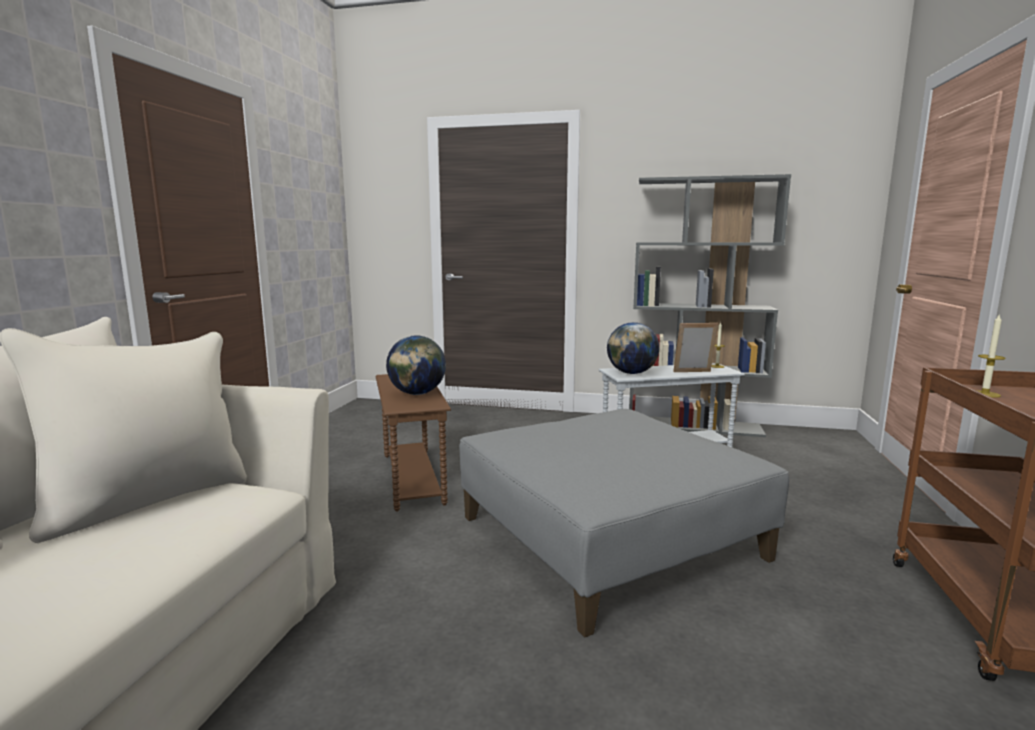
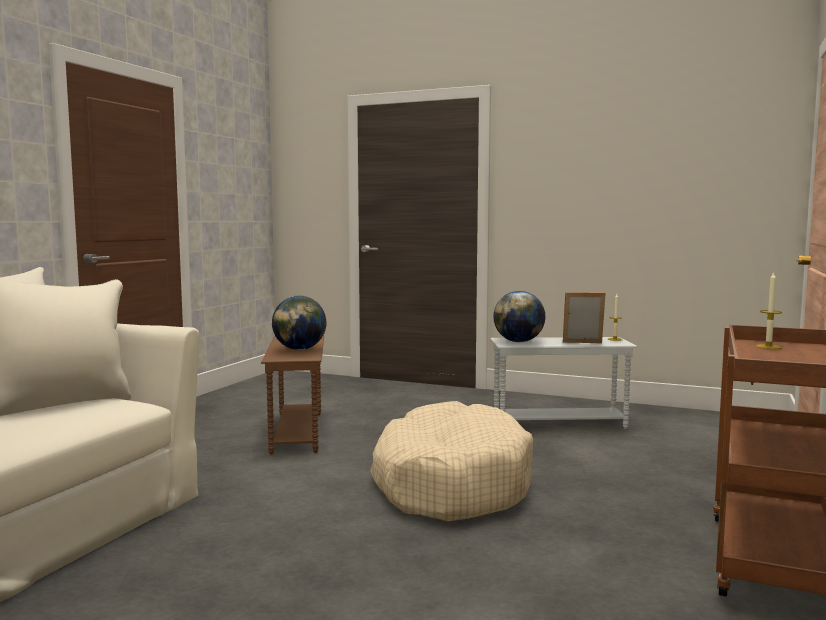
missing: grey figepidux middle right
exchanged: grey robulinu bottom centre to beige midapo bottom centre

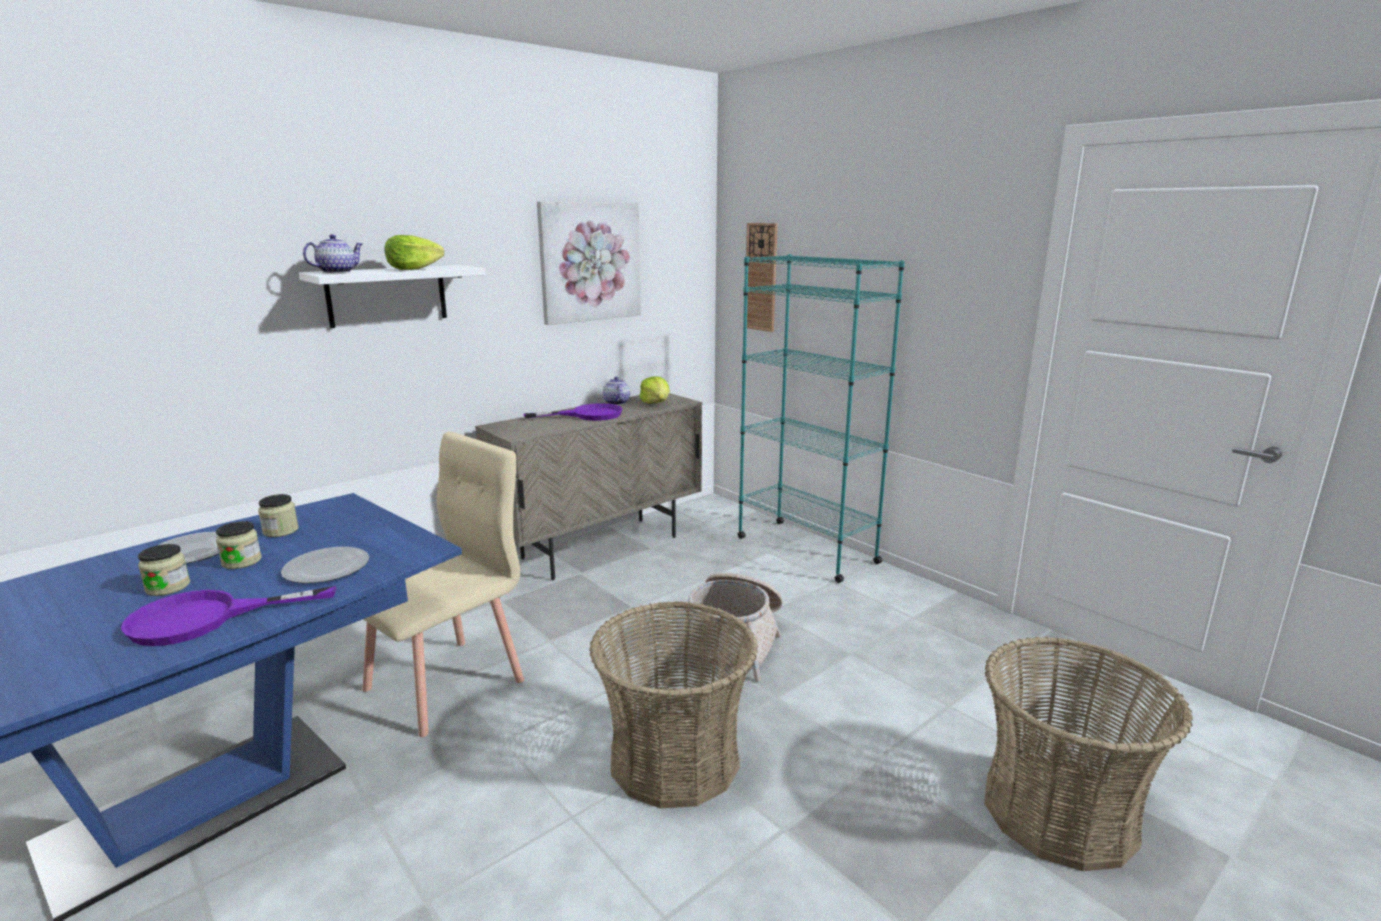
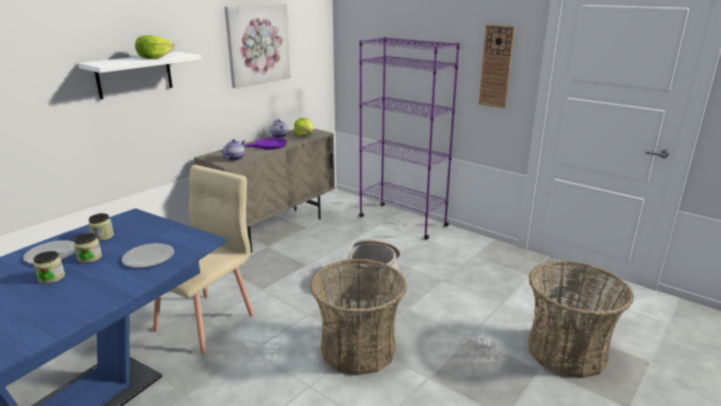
missing: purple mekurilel (no. 1 from left) bottom left
relocated: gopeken (no. 1 from left) top left to middle left; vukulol top centre to top right
colour: turquoise figepidux centre to purple figepidux centre

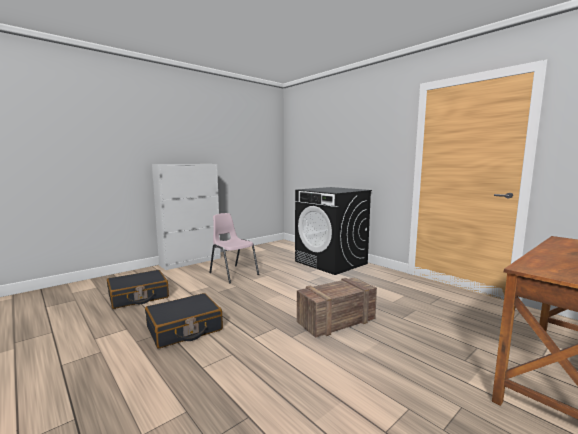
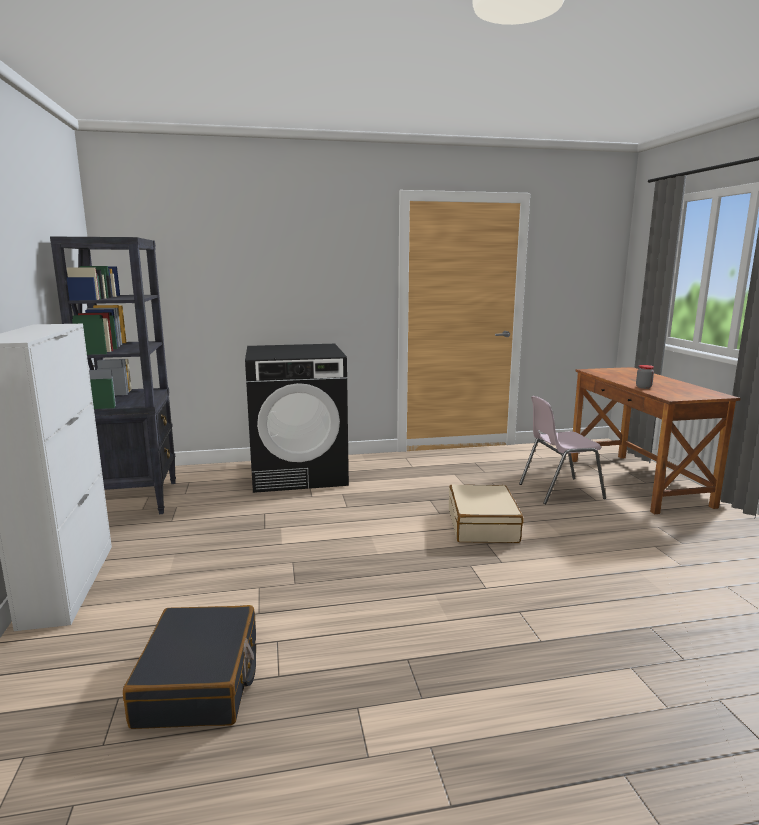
missing: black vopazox (no. 2 from left) bottom left
appeared: black figepidux middle left; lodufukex middle right
relocated: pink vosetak centre to middle right
exchanged: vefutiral bottom centre to beige vopazox centre

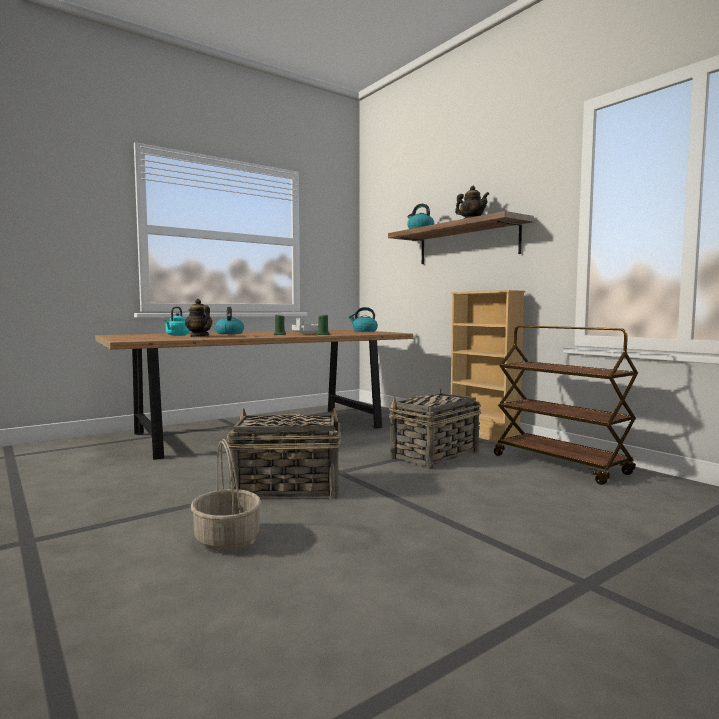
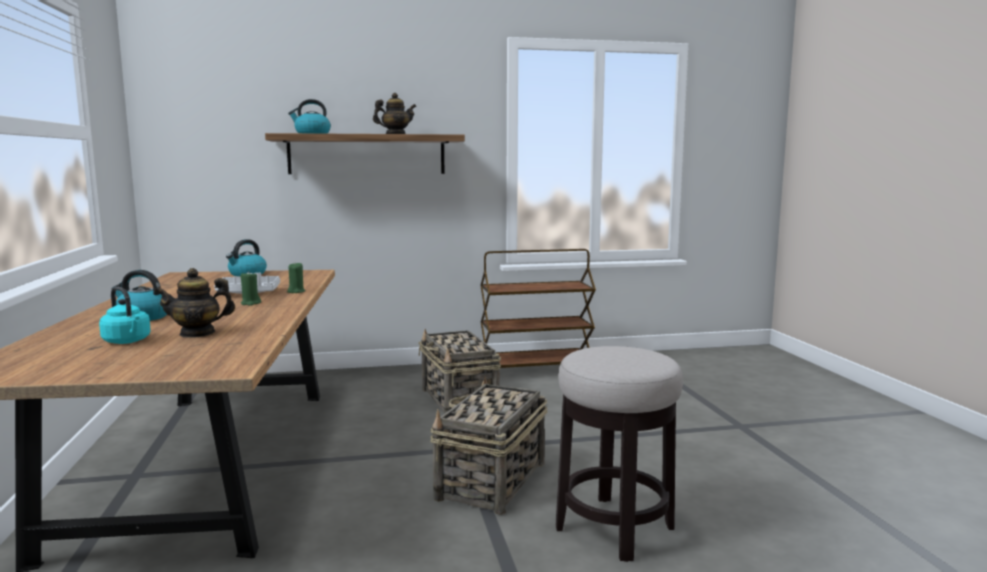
missing: beige figepidux middle right
exchanged: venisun (no. 1 from left) bottom left to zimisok bottom centre

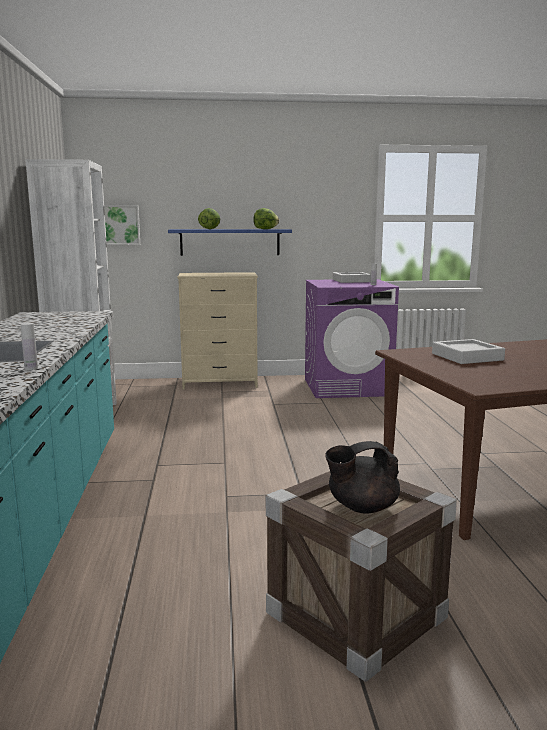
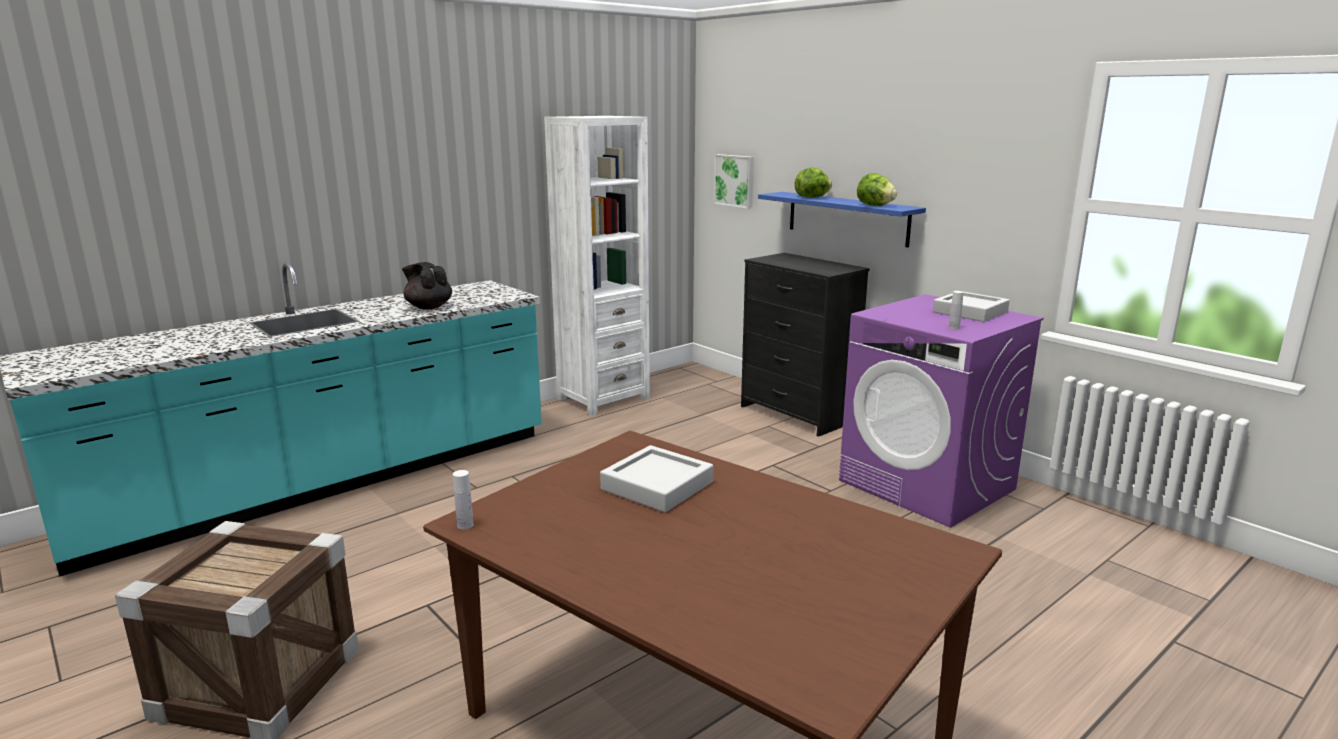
relocated: black gopeken centre to middle left; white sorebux (no. 1 from left) middle left to bottom centre
colour: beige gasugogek centre to black gasugogek centre

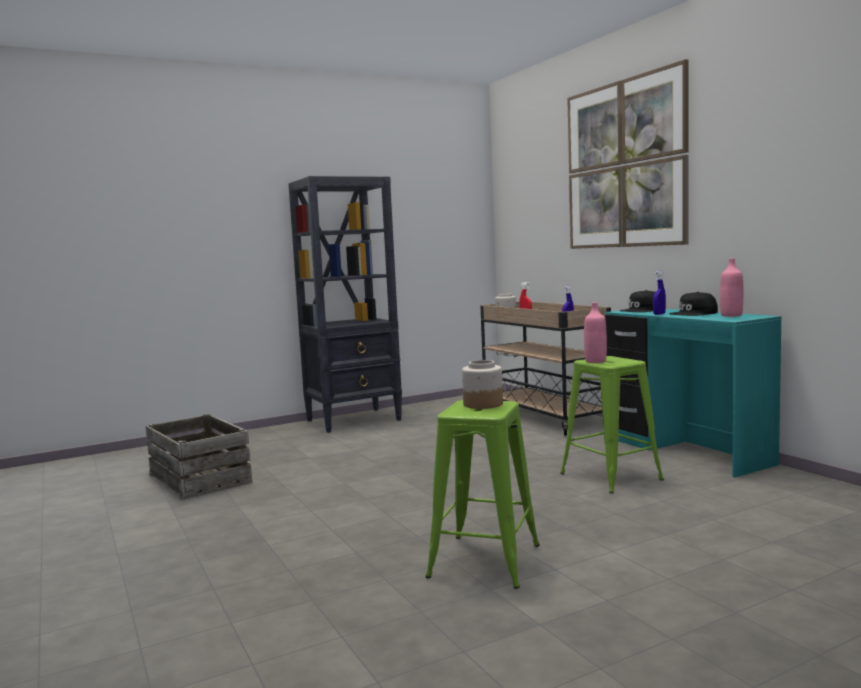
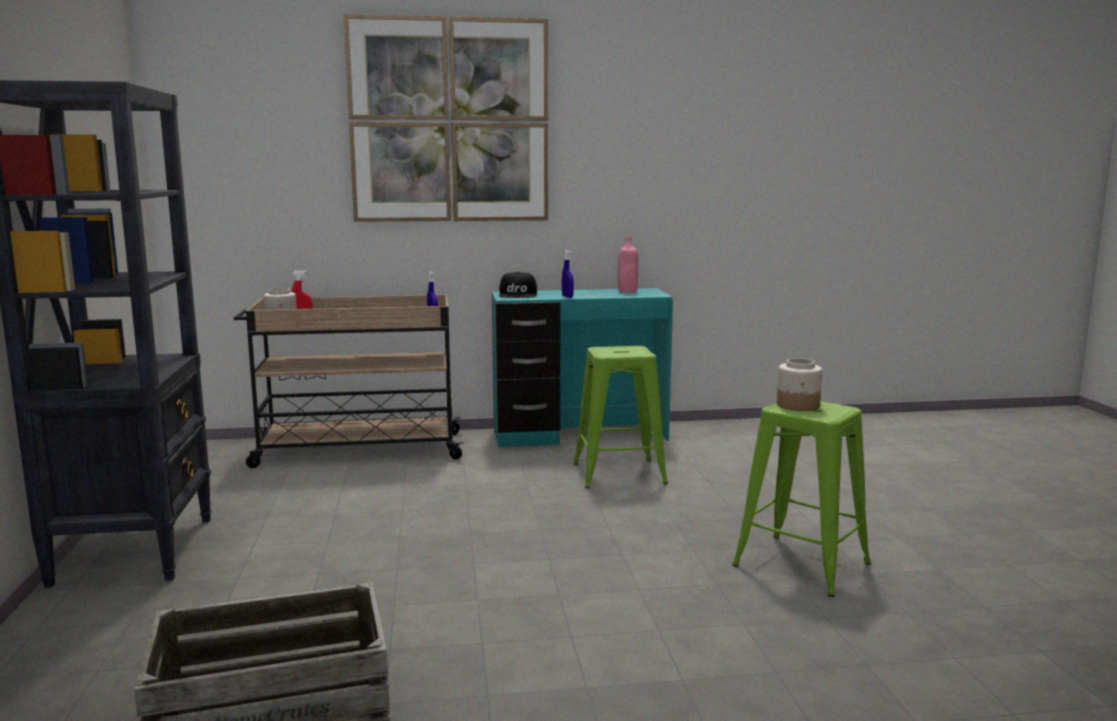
missing: pink sorebux (no. 1 from left) middle right; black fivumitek (no. 2 from left) middle right

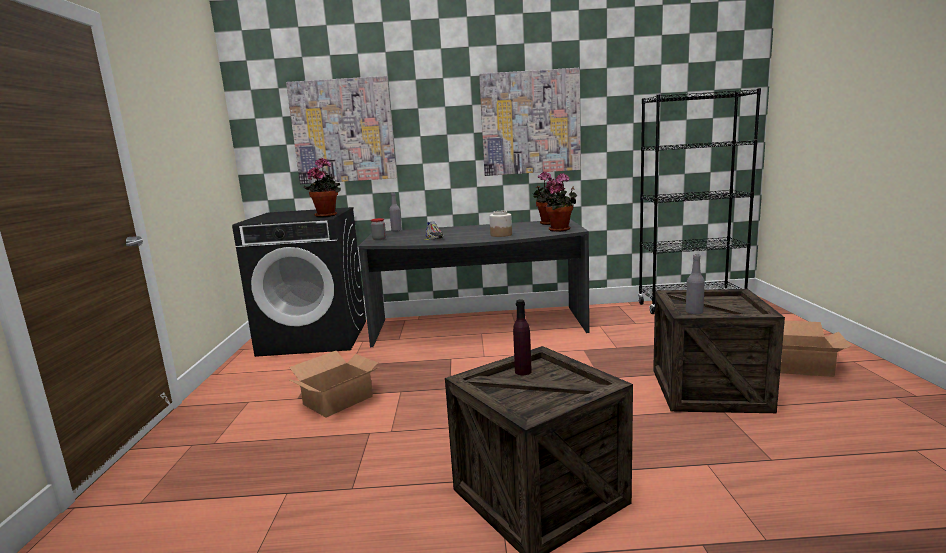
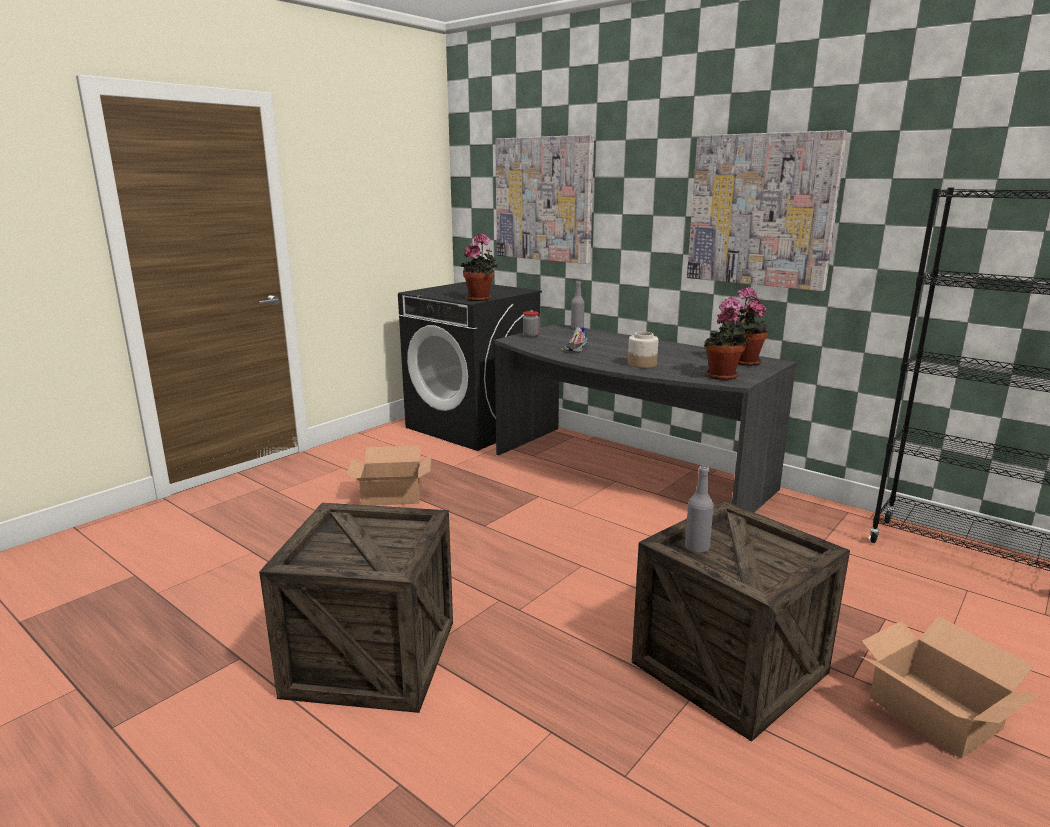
missing: purple sorebux centre

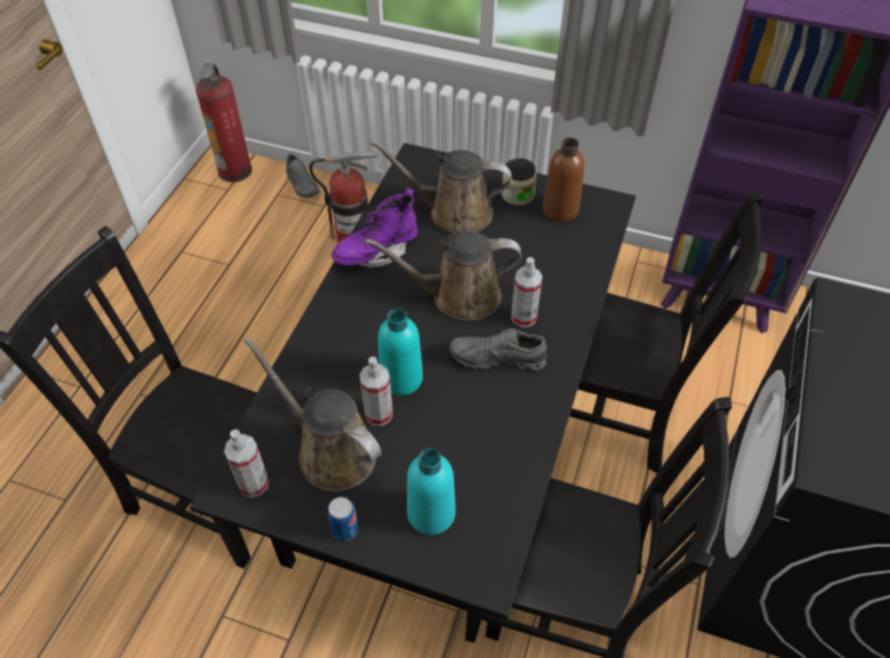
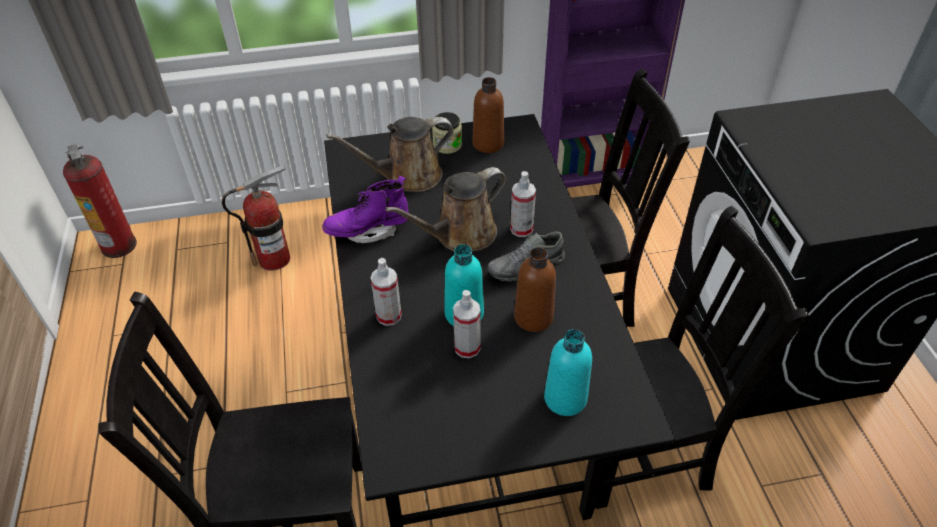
missing: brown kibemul (no. 1 from left) centre; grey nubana (no. 1 from left) top centre; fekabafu bottom centre
appeared: brown sorebux (no. 2 from left) centre
relocated: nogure (no. 1 from left) bottom left to centre
spun: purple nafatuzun centre = centre 45 degrees clockwise

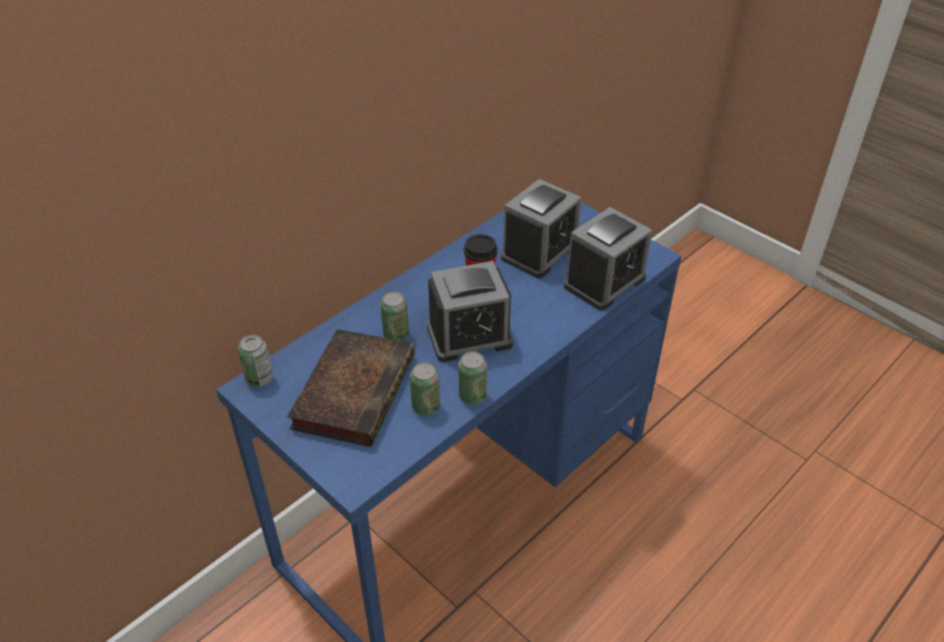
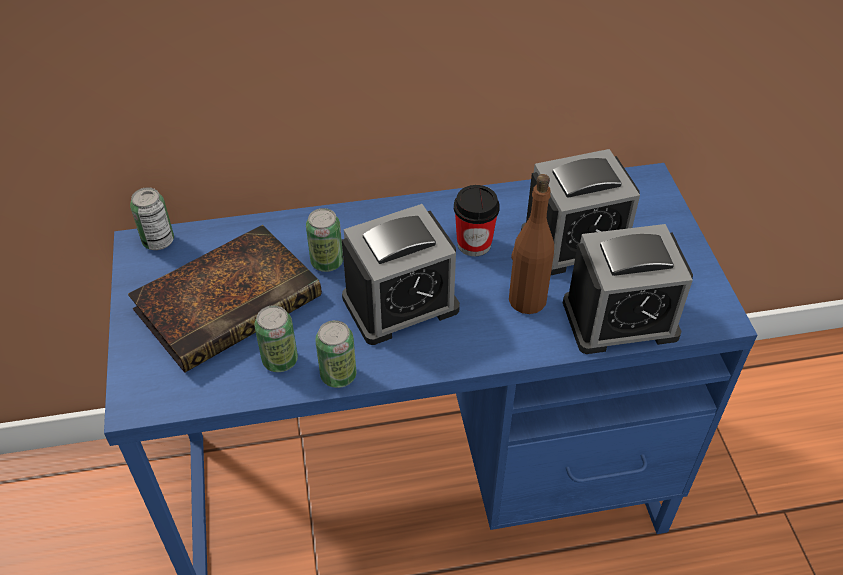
appeared: brown sorebux centre
spun: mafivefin (no. 1 from left) centre = centre 45 degrees counterclockwise

